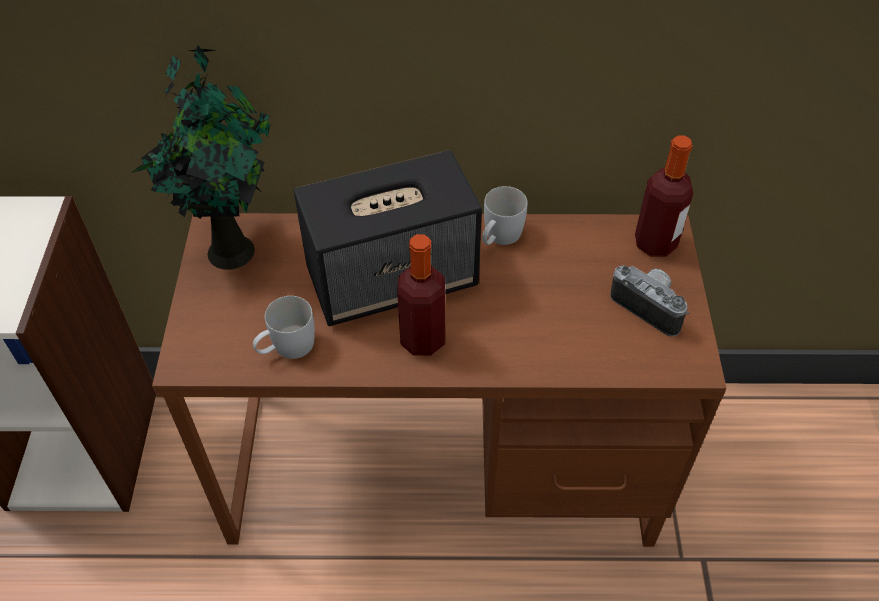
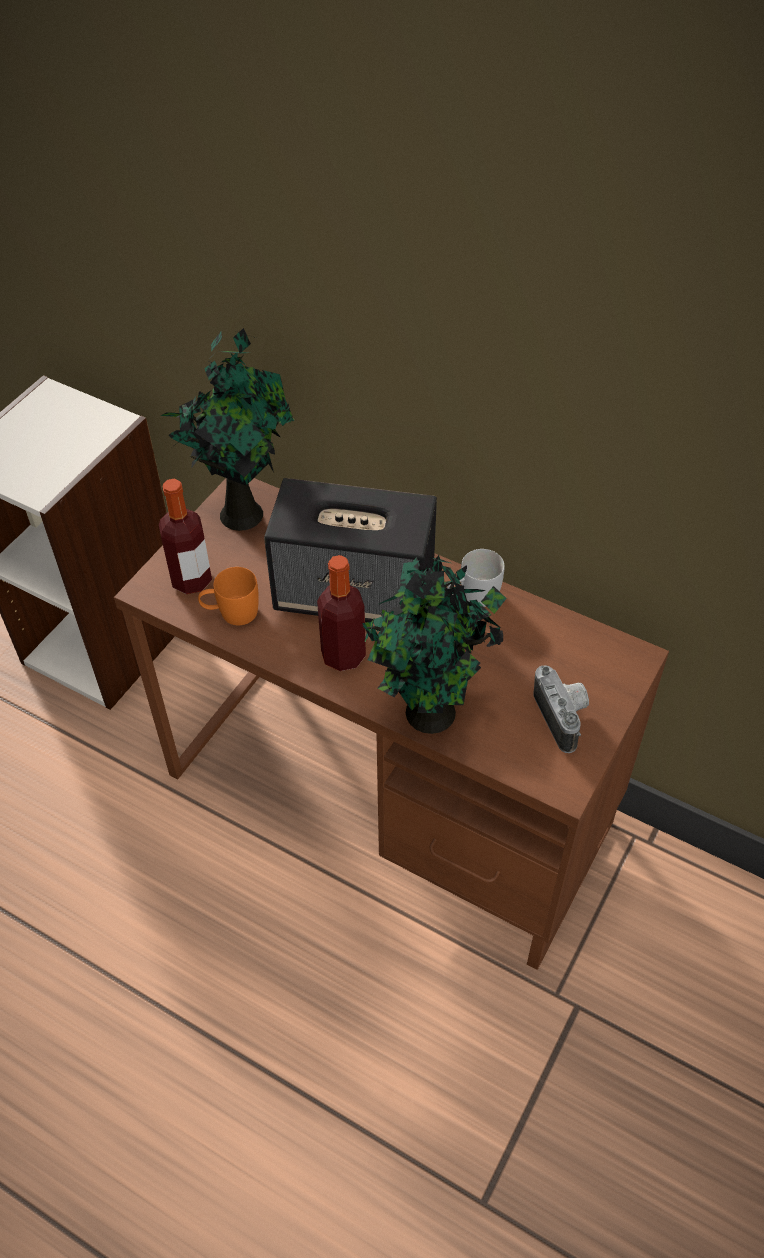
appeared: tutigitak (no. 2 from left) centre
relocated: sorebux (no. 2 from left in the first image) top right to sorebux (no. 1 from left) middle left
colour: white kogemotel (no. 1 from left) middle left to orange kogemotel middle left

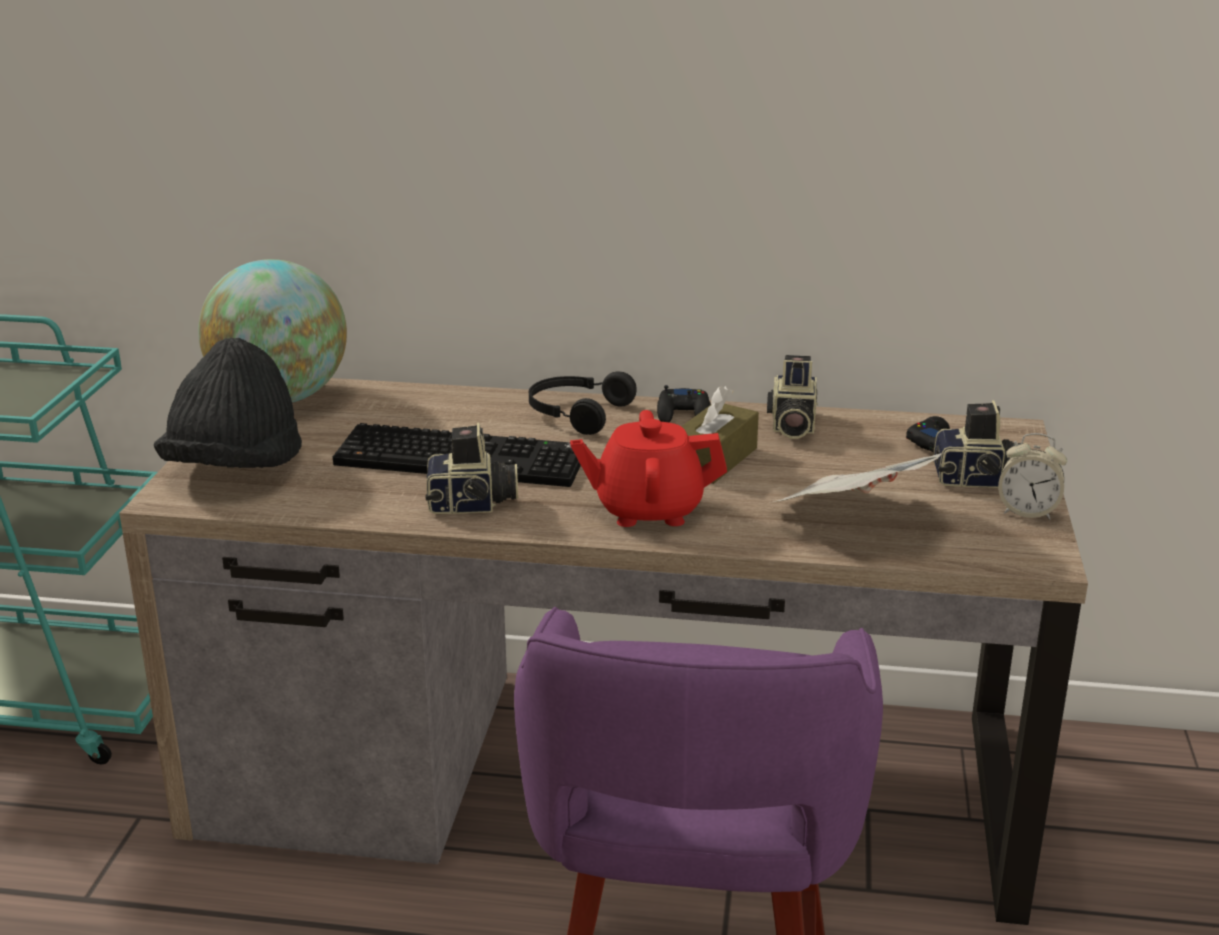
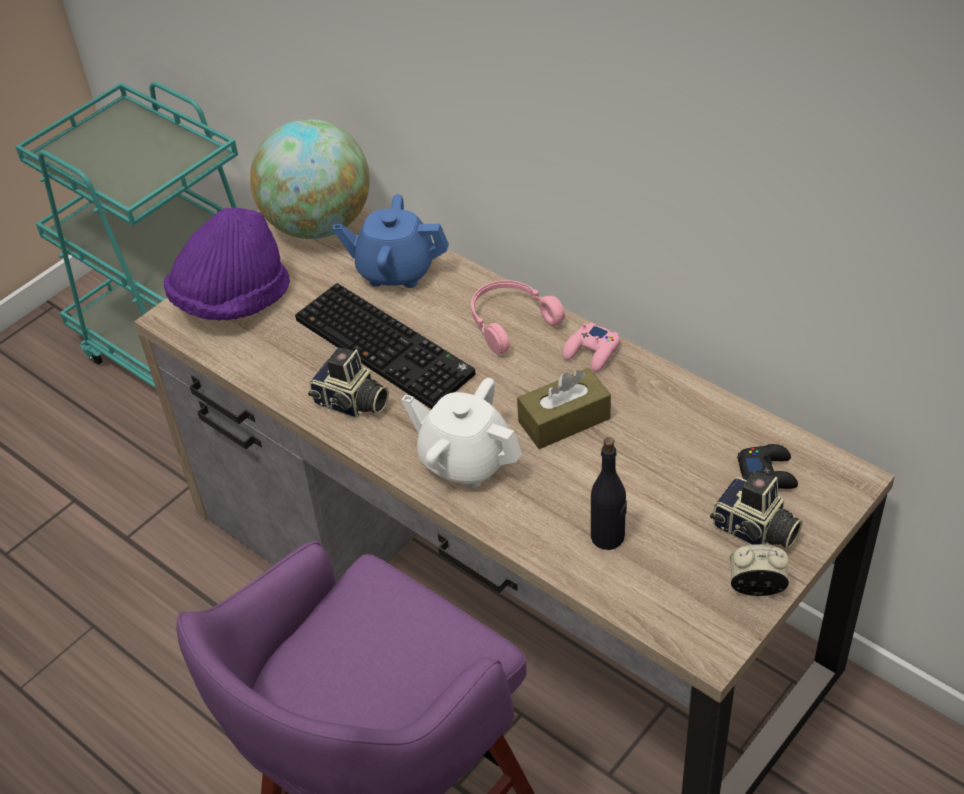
missing: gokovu (no. 2 from left) centre
appeared: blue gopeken top centre
exchanged: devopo middle right to black sorebux centre
colour: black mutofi middle left to purple mutofi top left; red gopeken centre to white gopeken centre; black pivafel centre to pink pivafel centre; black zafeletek (no. 1 from left) centre to pink zafeletek centre
spun: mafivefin middle right = bottom right 135 degrees clockwise

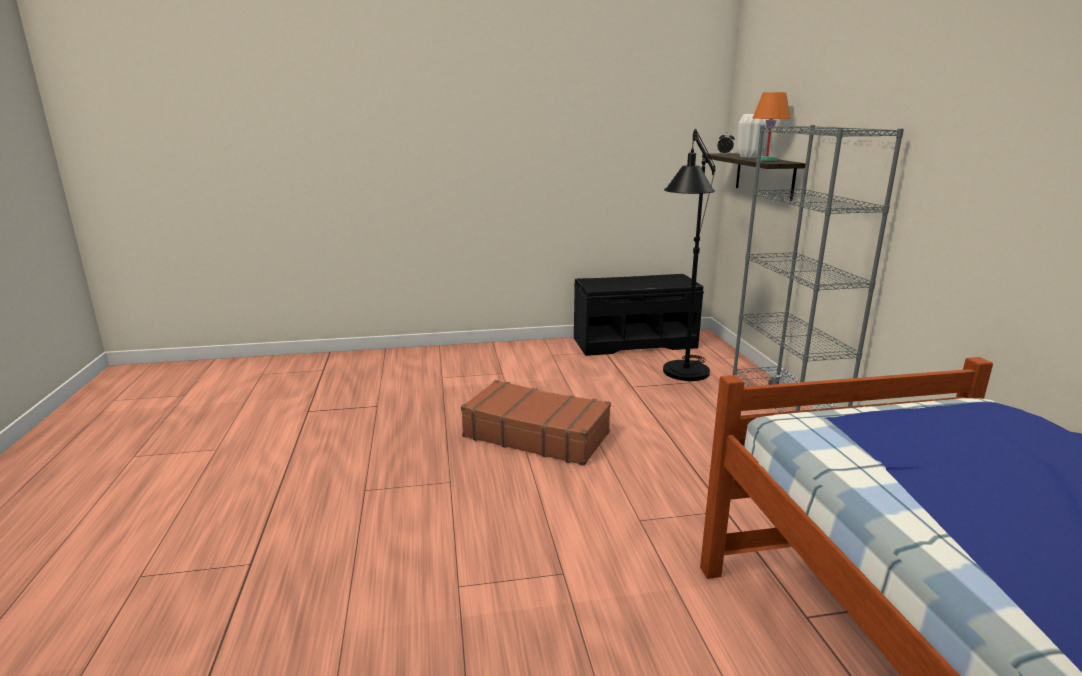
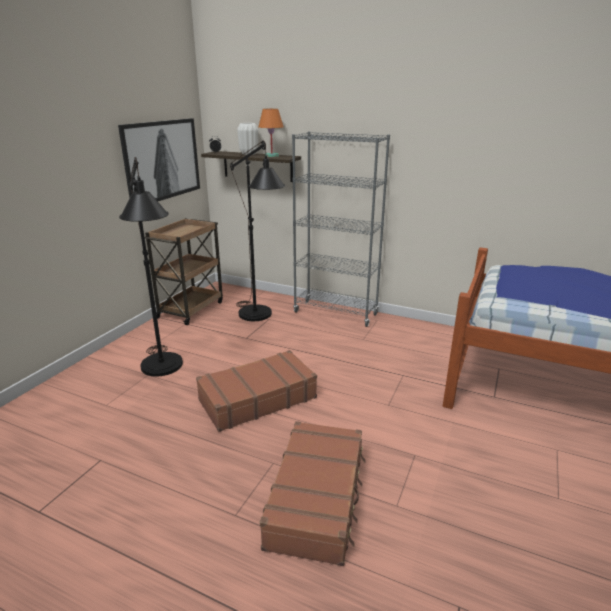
appeared: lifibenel top left; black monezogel (no. 1 from left) middle left; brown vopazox (no. 2 from left) bottom centre
exchanged: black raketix centre to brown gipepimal middle left

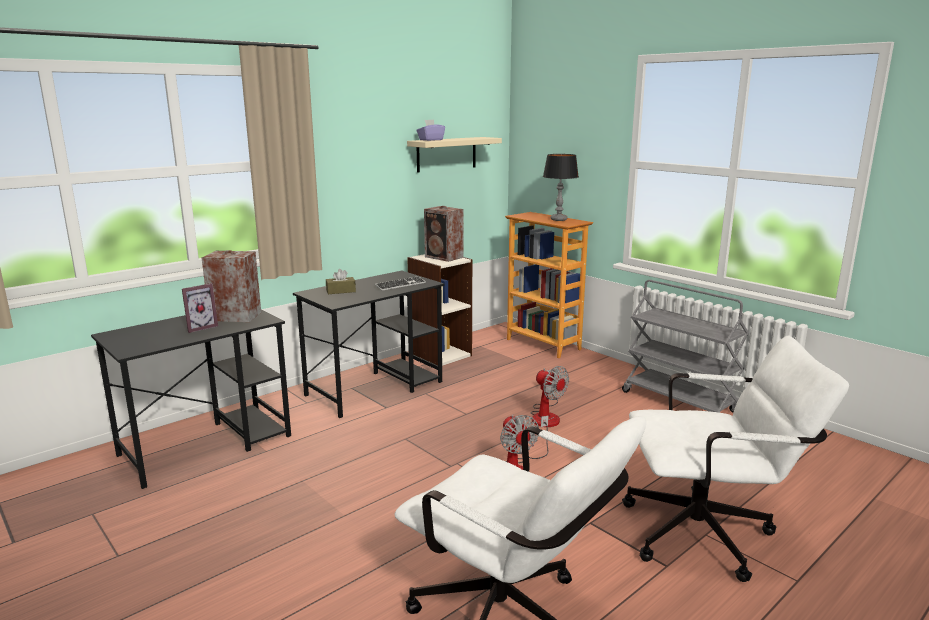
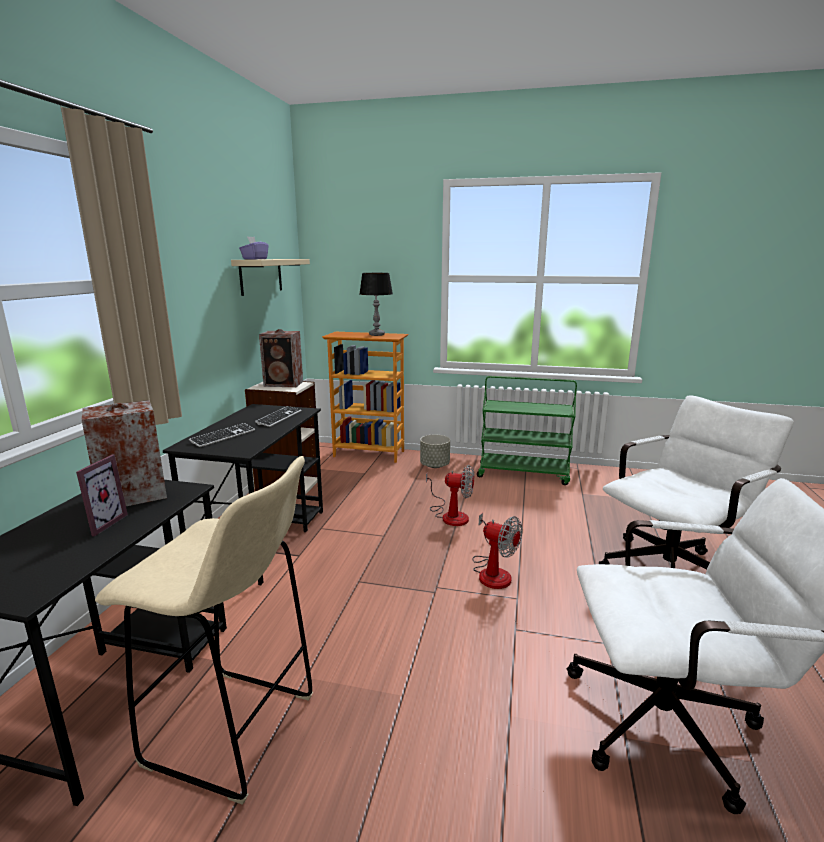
appeared: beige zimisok bottom left; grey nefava centre
exchanged: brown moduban centre to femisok (no. 1 from left) middle left
colour: grey gipepimal middle right to green gipepimal centre

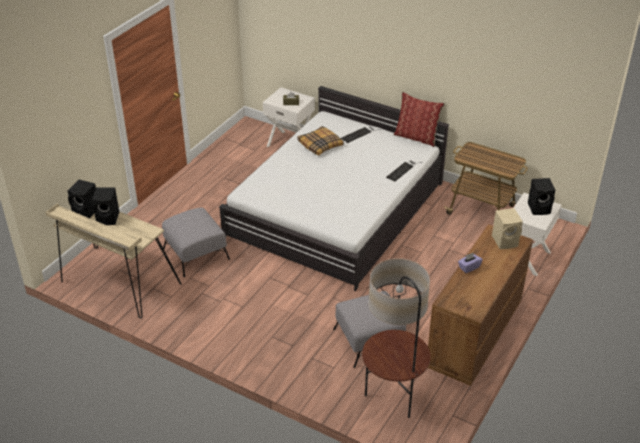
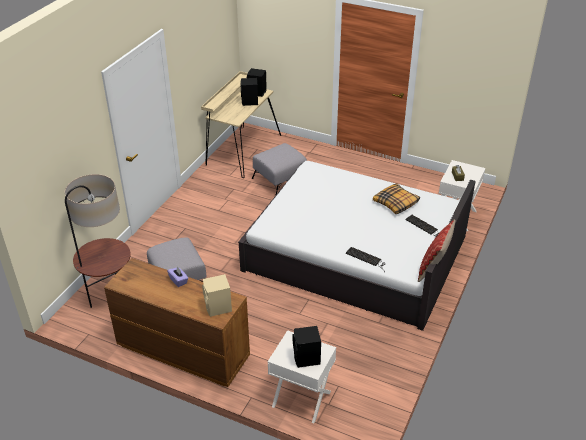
missing: gipepimal middle right

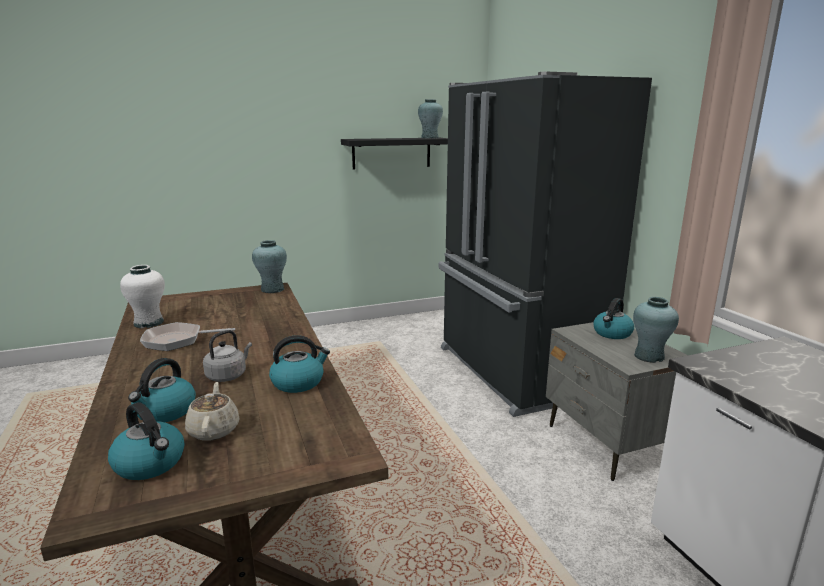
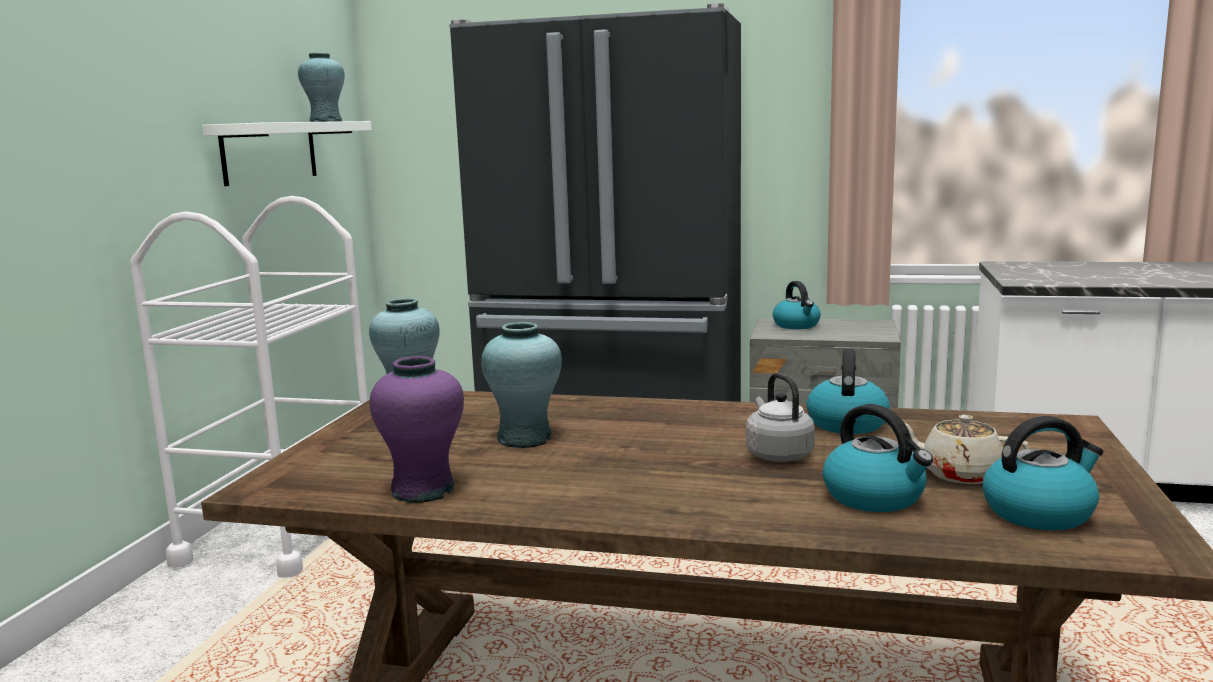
missing: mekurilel middle left
appeared: white gipepimal middle left
relocated: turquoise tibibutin (no. 3 from left) middle right to centre
colour: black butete top centre to white butete top left; white tibibutin middle left to purple tibibutin centre

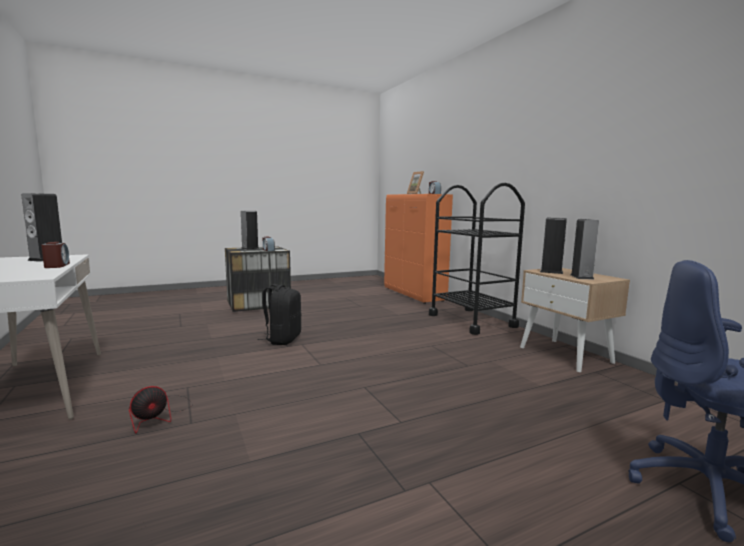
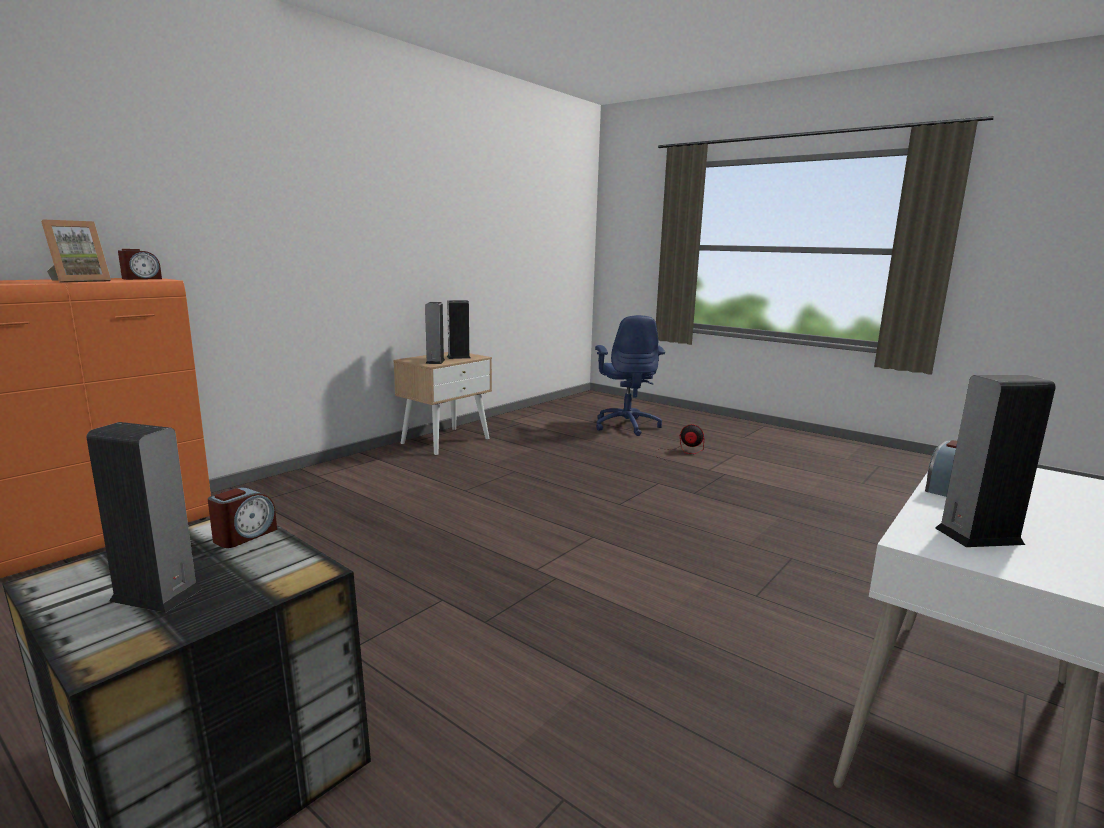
missing: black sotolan centre; black gipepimal centre
relocated: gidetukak bottom left to centre

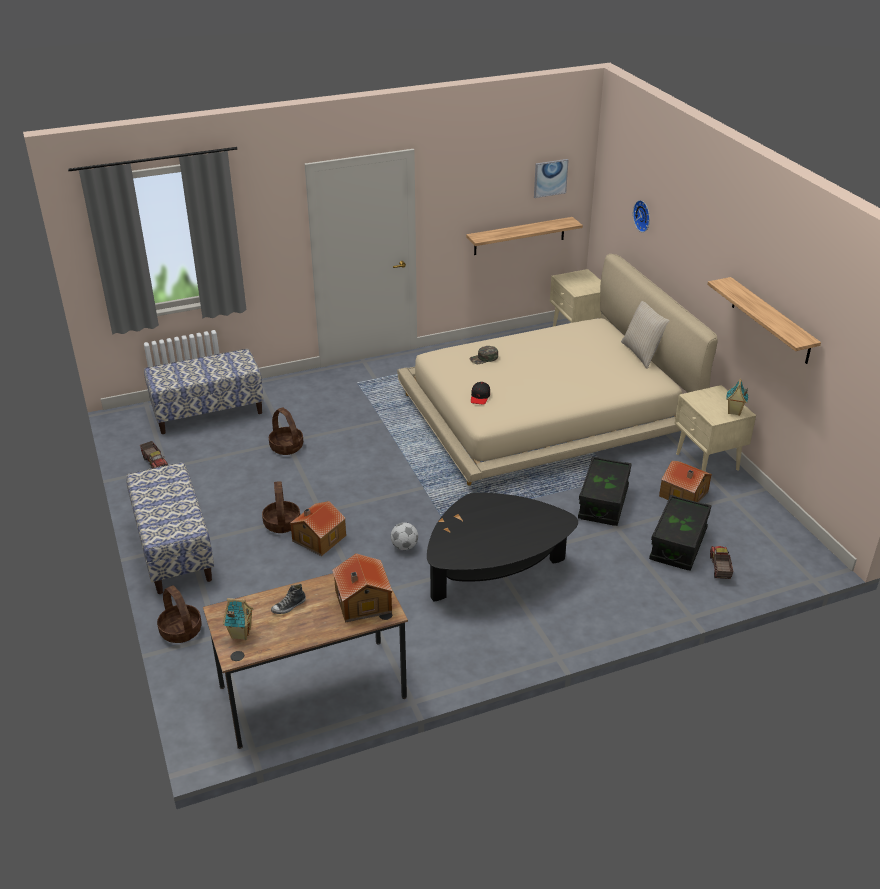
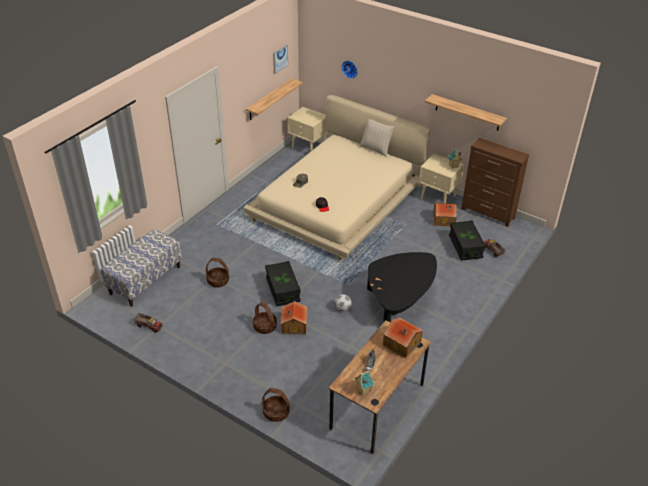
missing: raketix (no. 1 from left) middle left
appeared: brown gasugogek middle right
relocated: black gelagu (no. 1 from left) middle right to centre

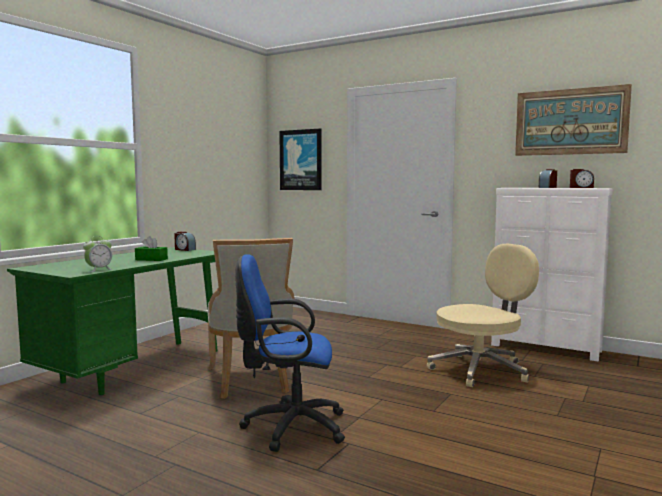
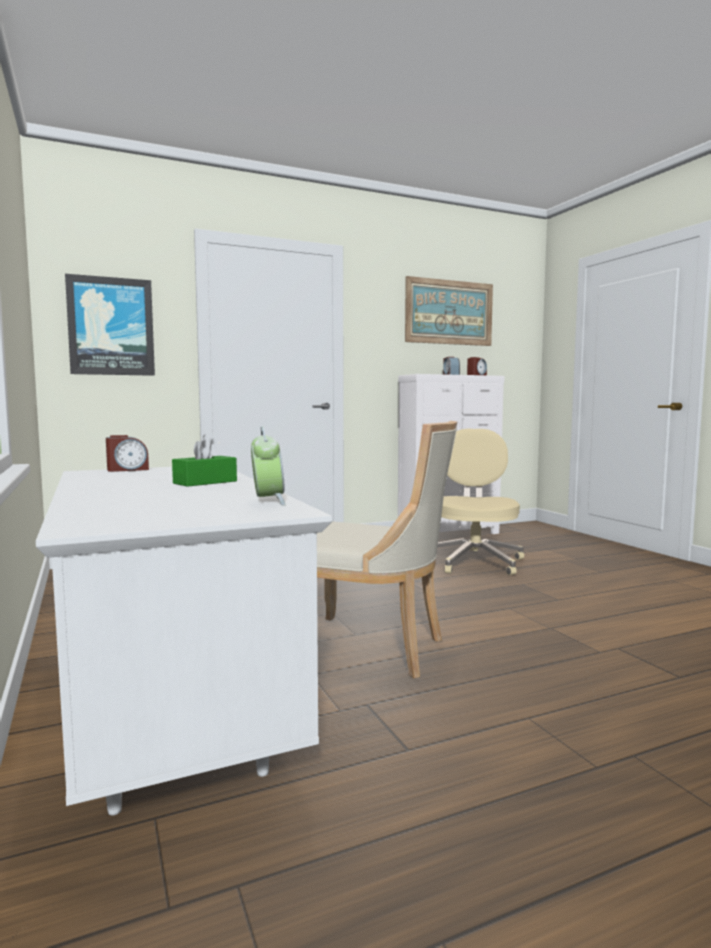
missing: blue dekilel bottom centre
colour: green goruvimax middle left to white goruvimax bottom left

